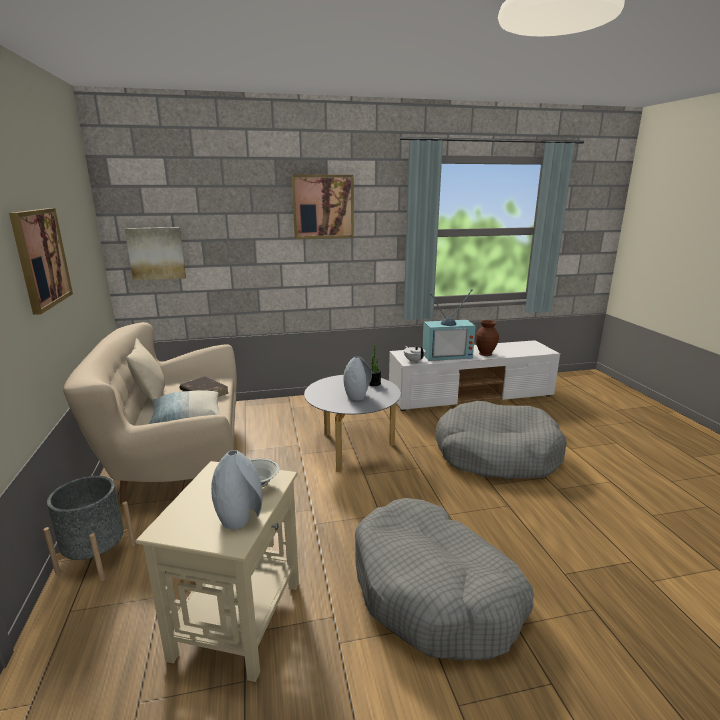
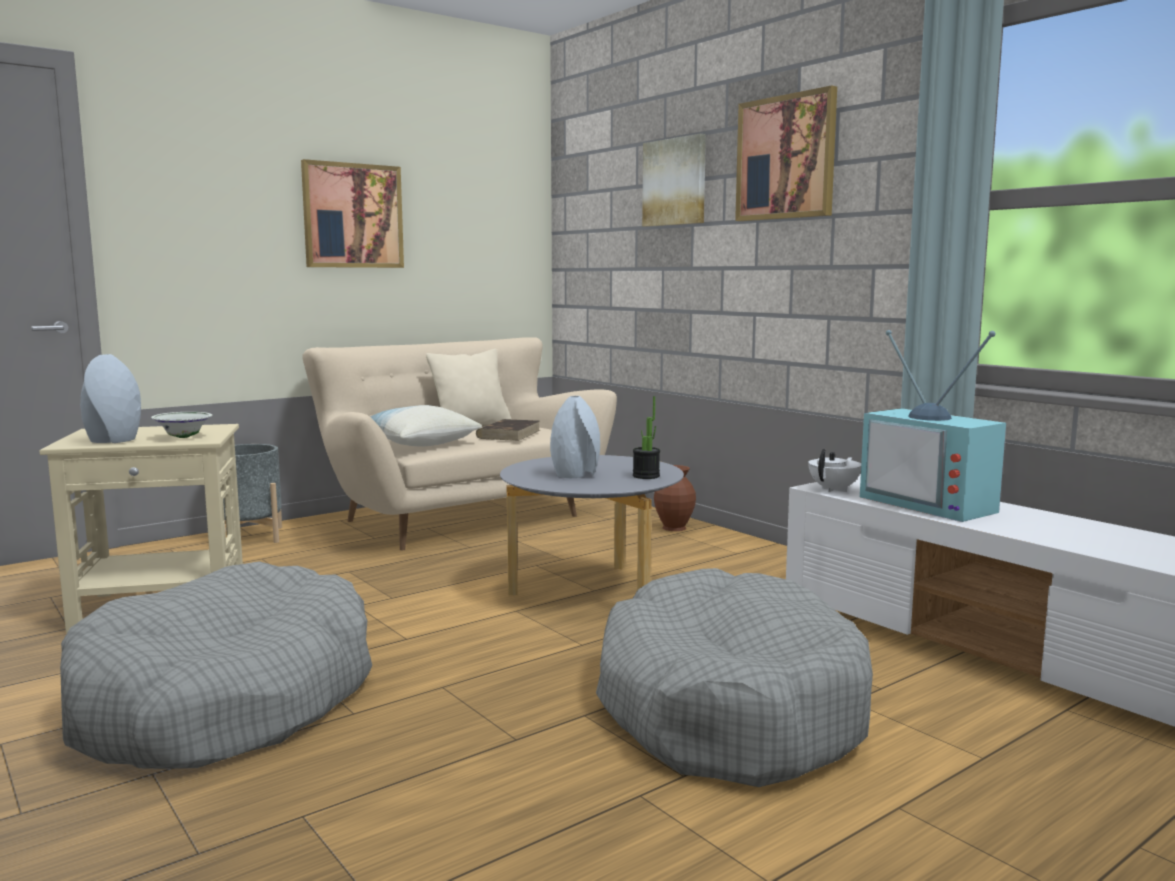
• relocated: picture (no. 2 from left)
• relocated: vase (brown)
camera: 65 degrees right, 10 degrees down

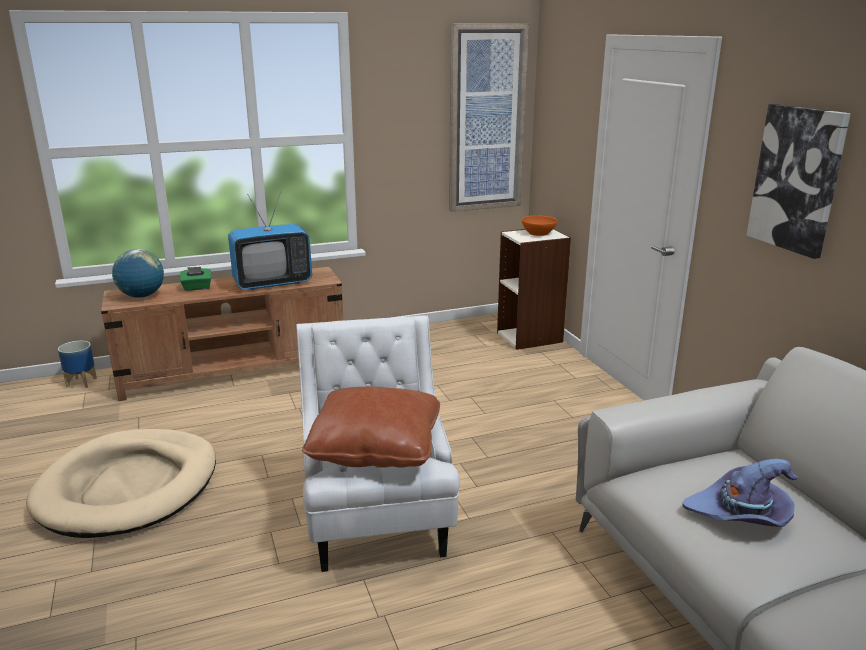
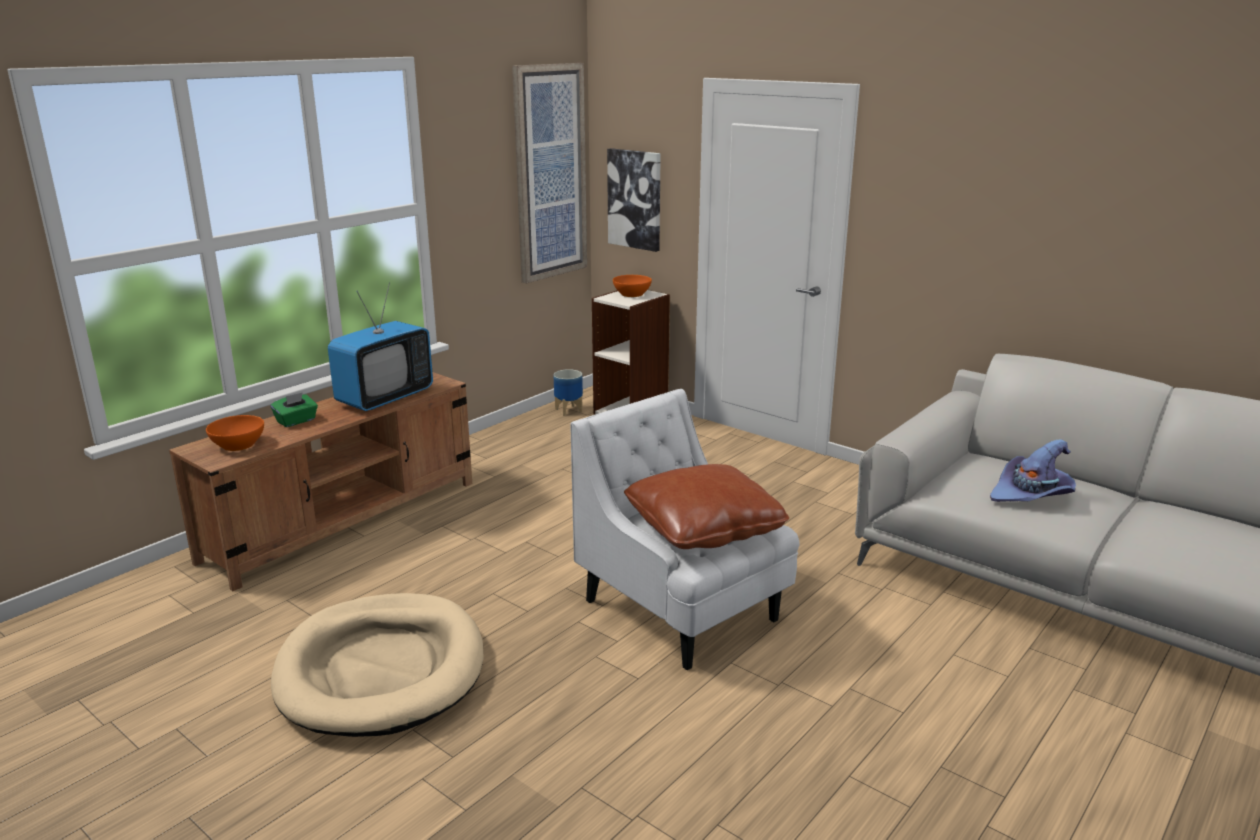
• relocated: planter
• relocated: picture (no. 2 from left)
• exchanged: globe to bowl (orange) (no. 1 from left)
camera: 30 degrees left, 0 degrees up

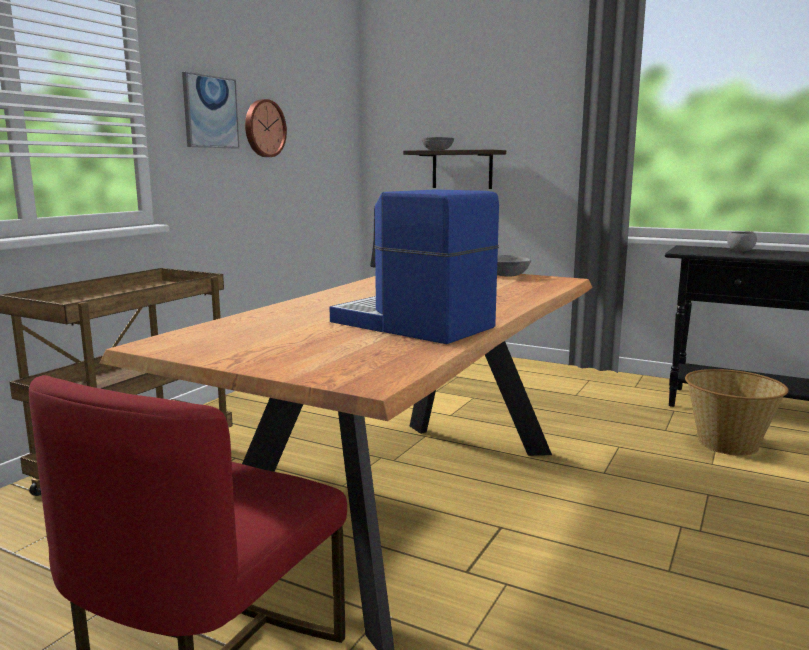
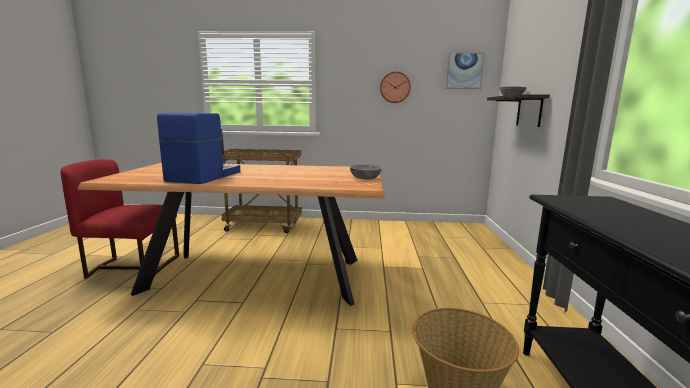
• missing: bowl (grey) (no. 3 from left)
• relocated: picture
camera: 65 degrees right, 0 degrees up

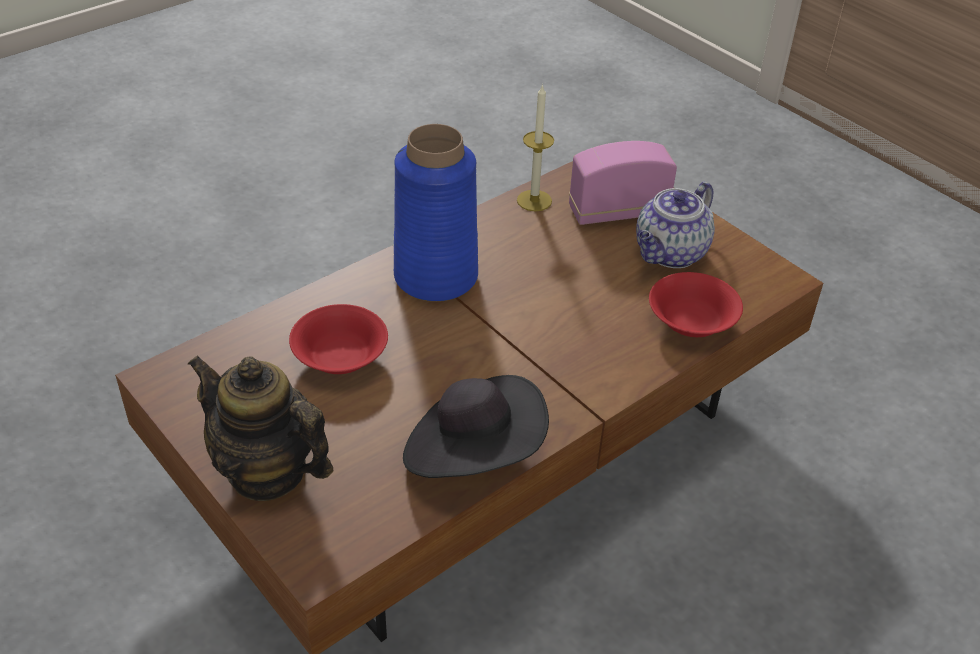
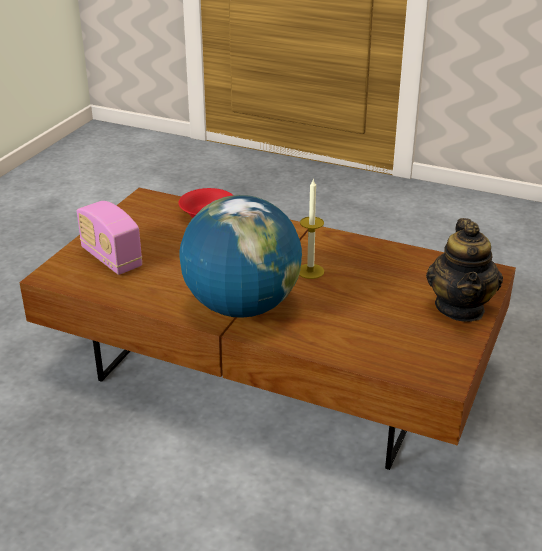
• missing: bowl (red) (no. 1 from left)
• missing: hat (black)
• missing: teapot (no. 2 from left)
• relocated: candle
• exchanged: vase (blue) to globe
camera: 115 degrees left, 10 degrees down

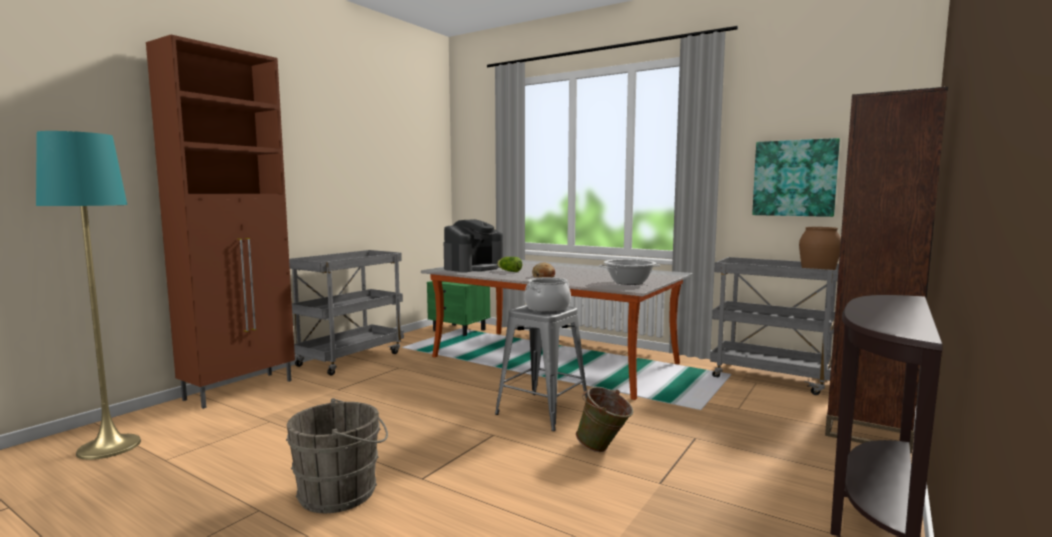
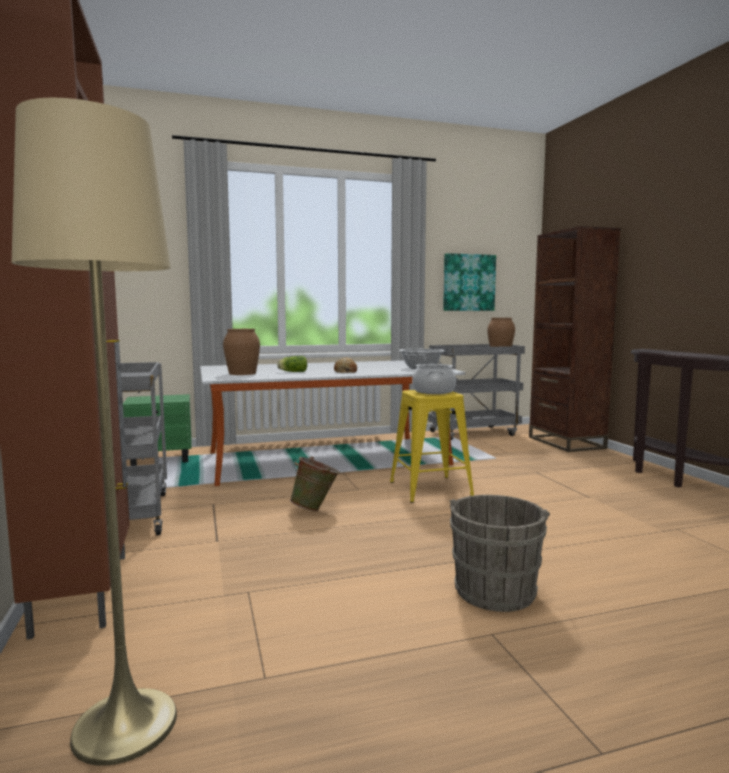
• relocated: bucket (green)
• exchanged: coffee machine to vase (brown) (no. 1 from left)
• colour: floor lamp (turquoise) to floor lamp (beige)
• colour: stool (grey) to stool (yellow)
camera: 50 degrees left, 0 degrees up

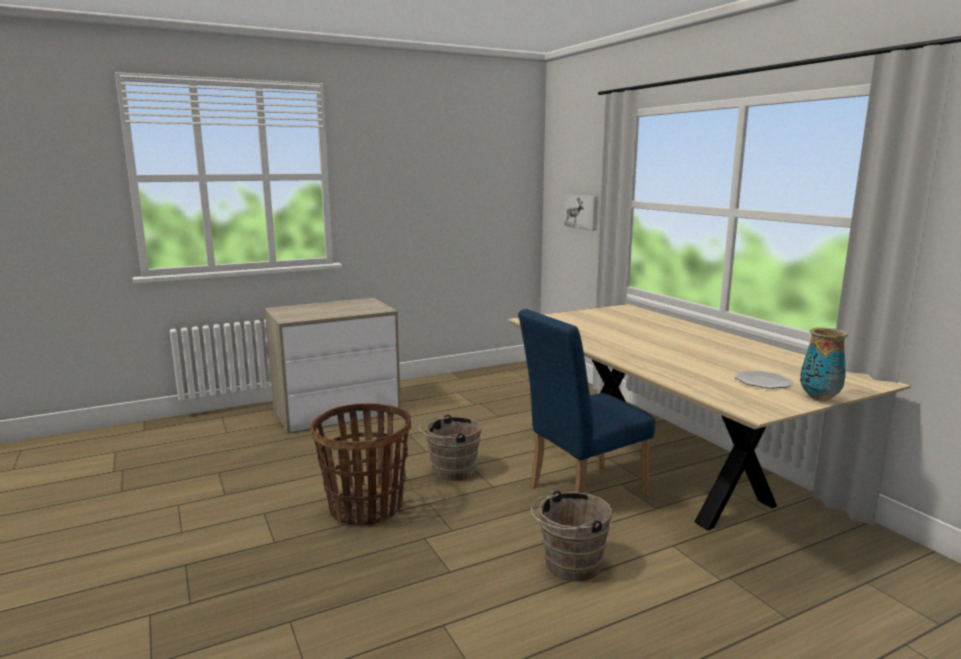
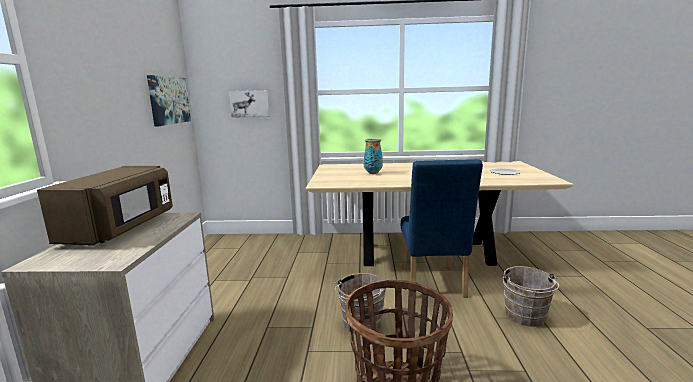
• appeared: microwave (brown)
• appeared: picture (no. 1 from left)
• relocated: vase
camera: 60 degrees left, 0 degrees up

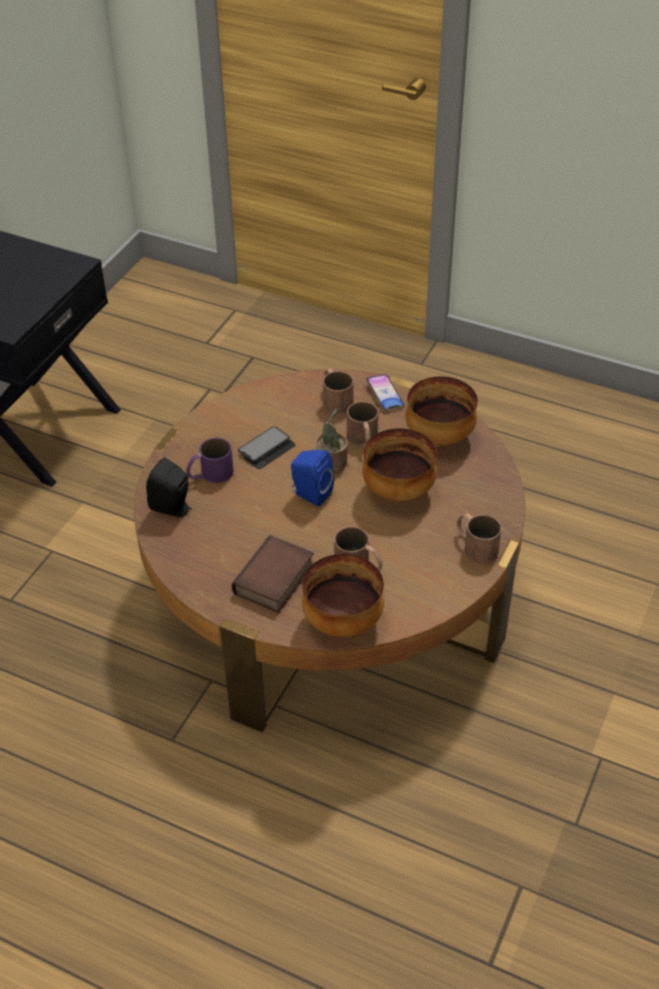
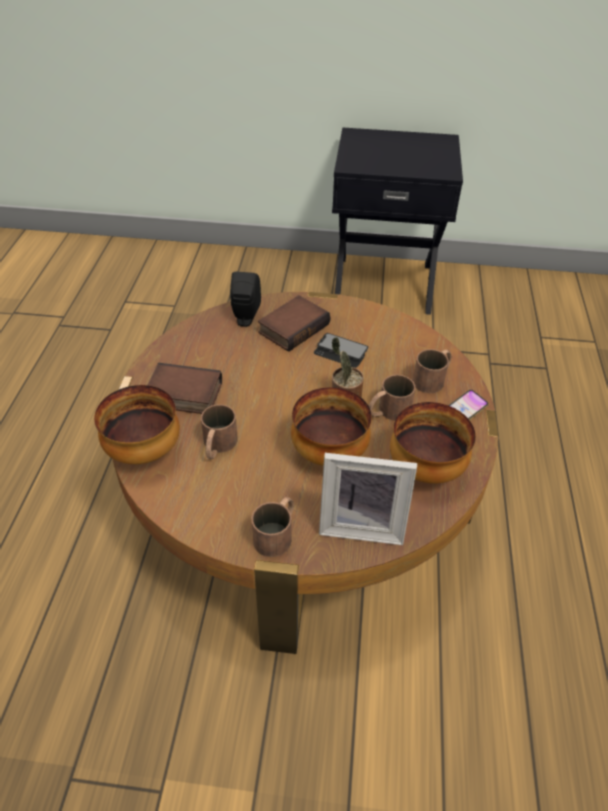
• missing: speaker (blue)
• appeared: picture frame
• exchanged: mug (purple) to book (no. 2 from left)
camera: 70 degrees right, 0 degrees up

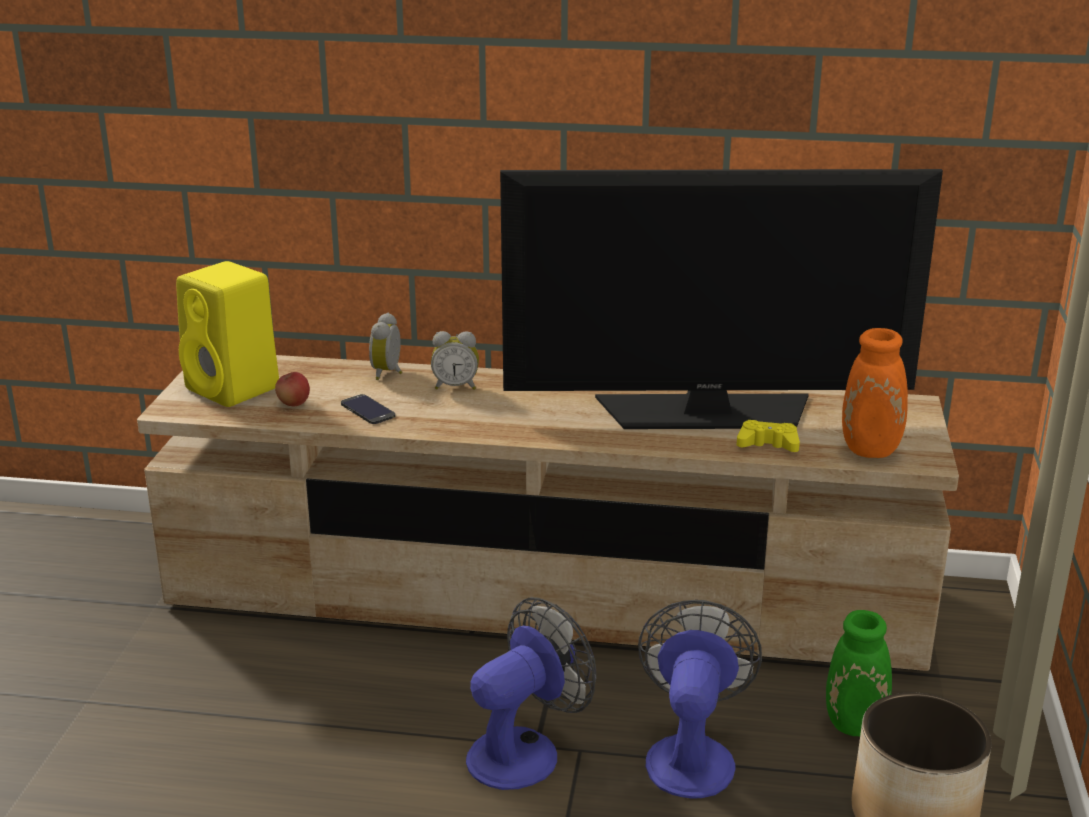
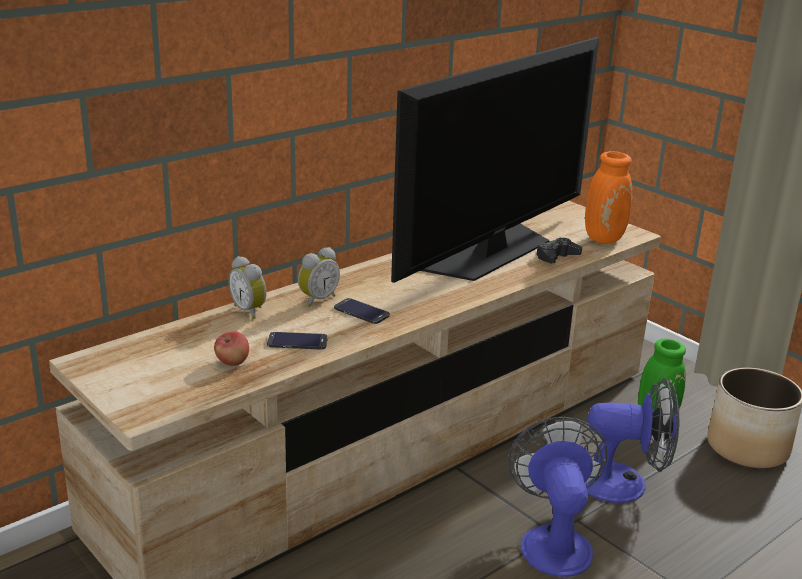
• missing: speaker (yellow)
• appeared: phone (no. 2 from left)
• colour: game controller (yellow) to game controller (black)
• spun: fan (no. 2 from left) 135 degrees clockwise
camera: 50 degrees left, 0 degrees up

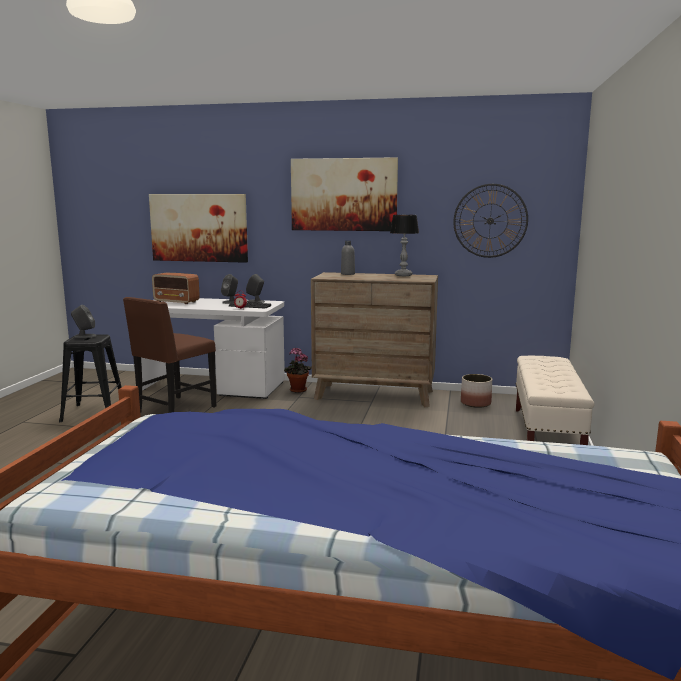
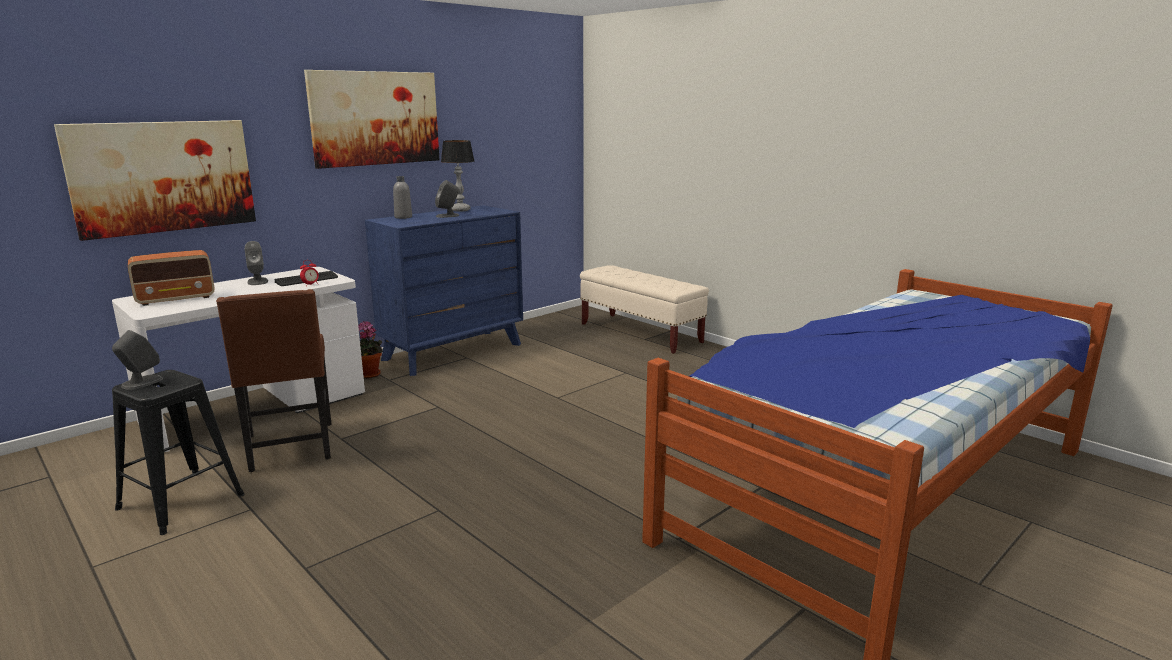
• missing: wall clock
• missing: planter
• relocated: speaker (grey) (no. 3 from left)
• colour: dresser (brown) to dresser (blue)
camera: 55 degrees left, 5 degrees up

